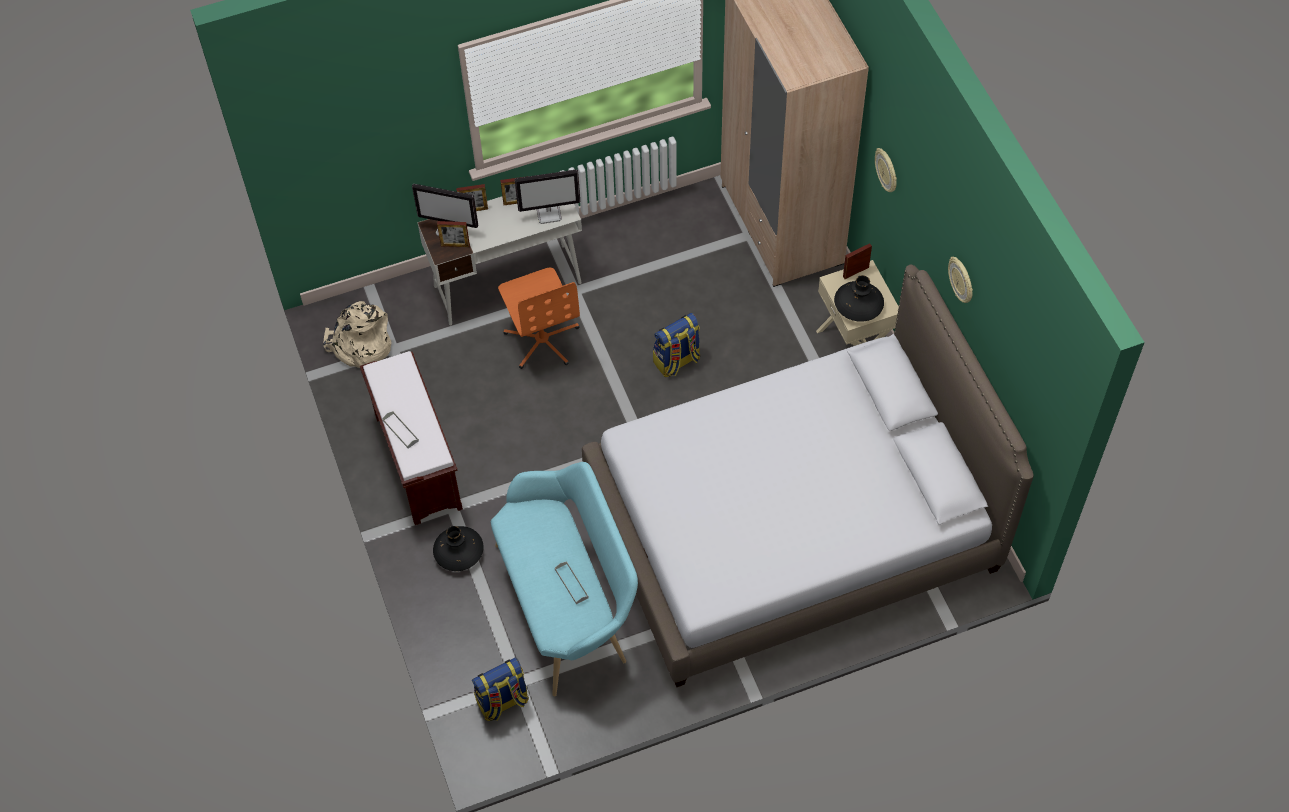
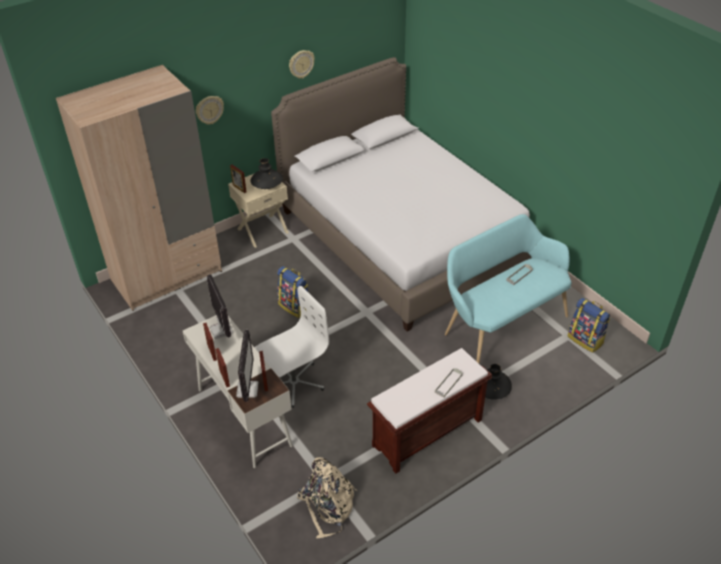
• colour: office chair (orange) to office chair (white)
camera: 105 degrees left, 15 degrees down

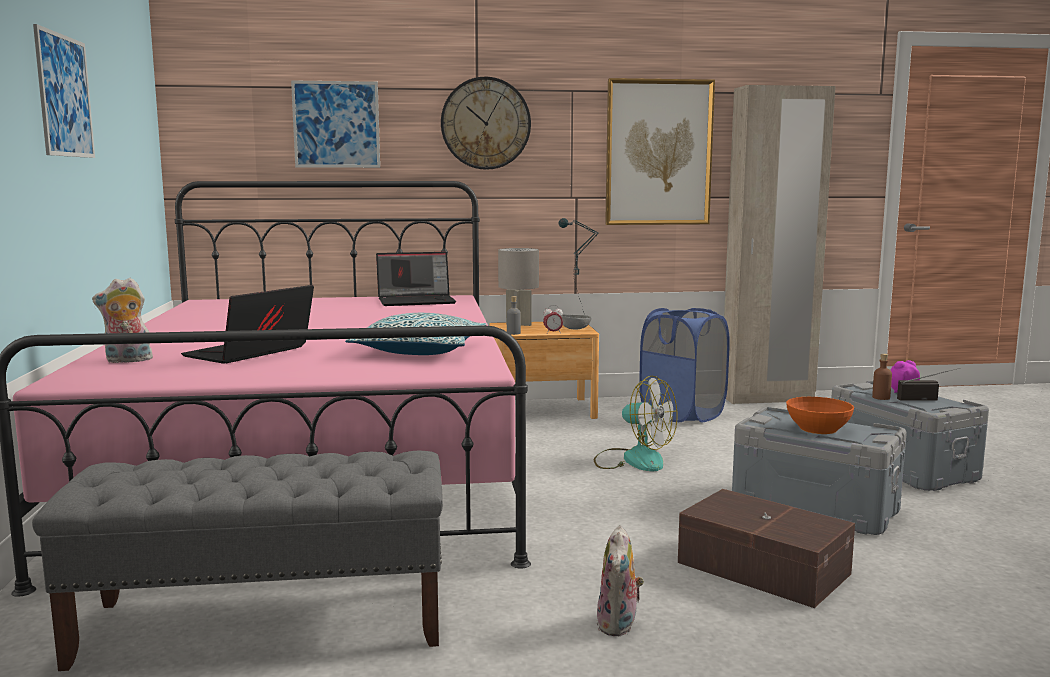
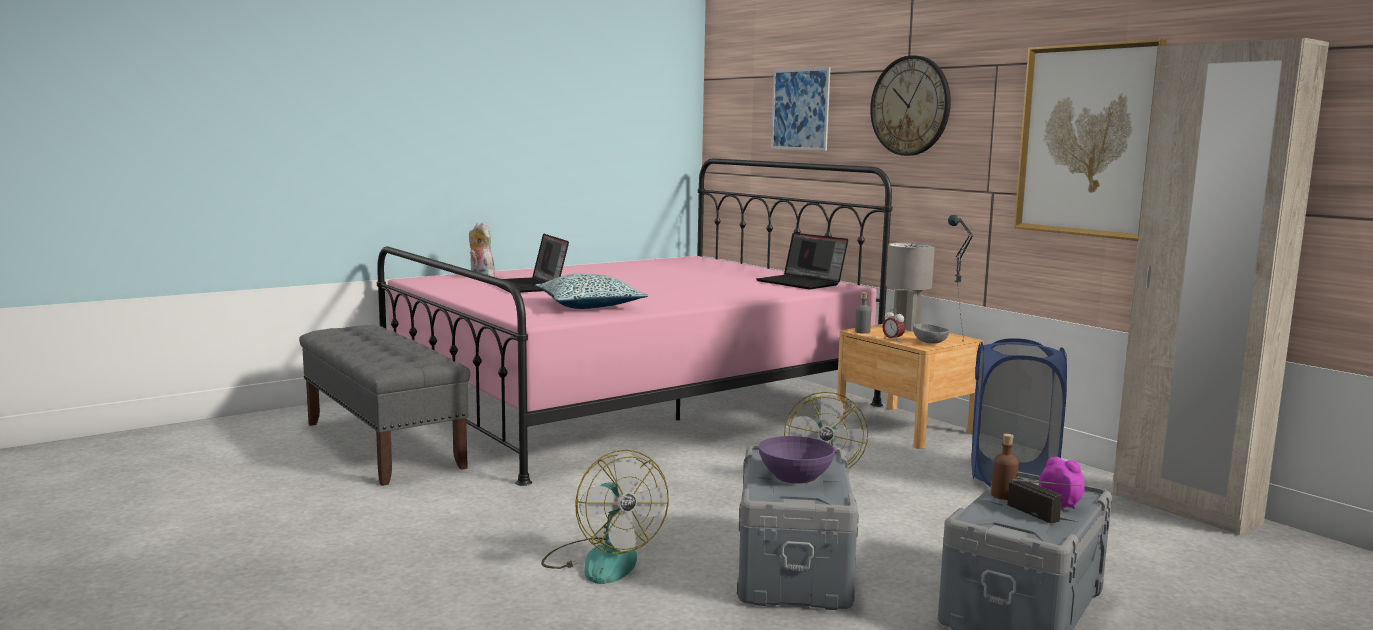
• missing: picture (no. 1 from left)
• missing: plush toy (no. 2 from left)
• exchanged: storage box (brown) to fan (no. 1 from left)
• colour: bowl (orange) to bowl (purple)
• spun: laptop (no. 1 from left) 120 degrees counterclockwise
camera: 60 degrees right, 0 degrees up

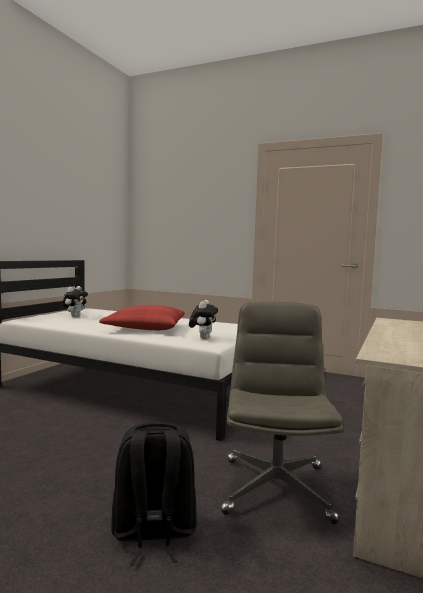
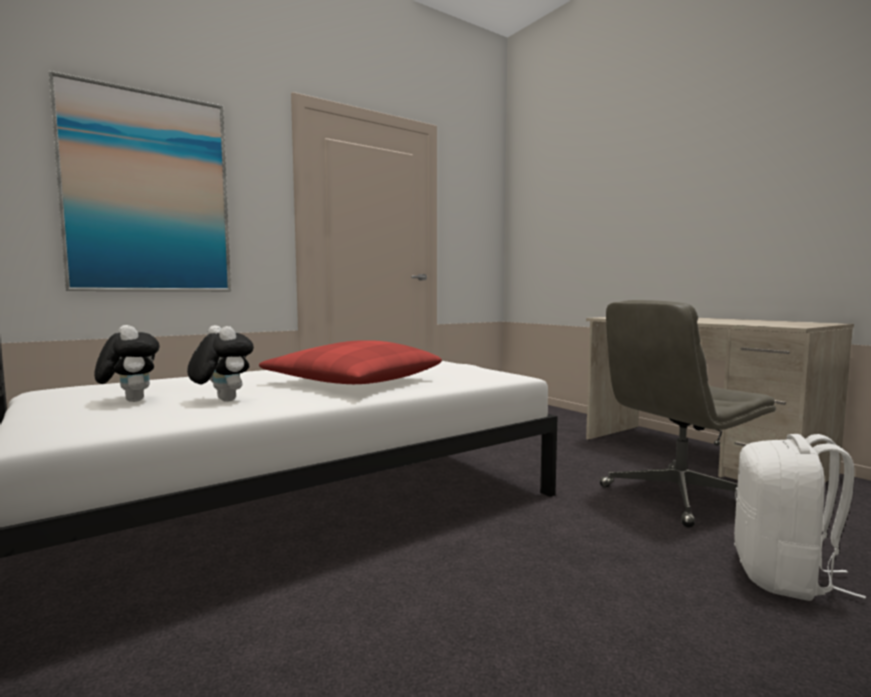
• appeared: picture
• relocated: plush toy (no. 2 from left)
• colour: backpack (black) to backpack (white)
• spun: office chair (grey) 60 degrees counterclockwise
camera: 60 degrees left, 0 degrees up

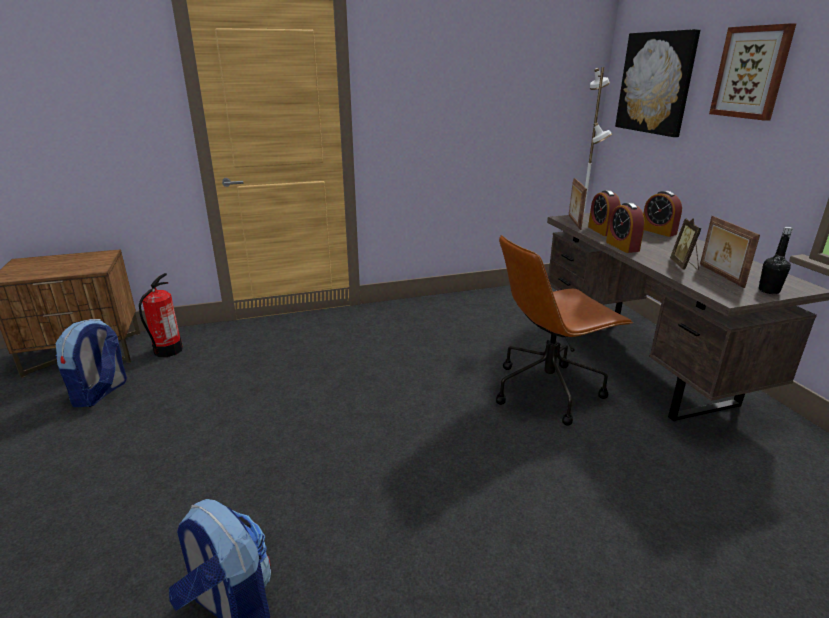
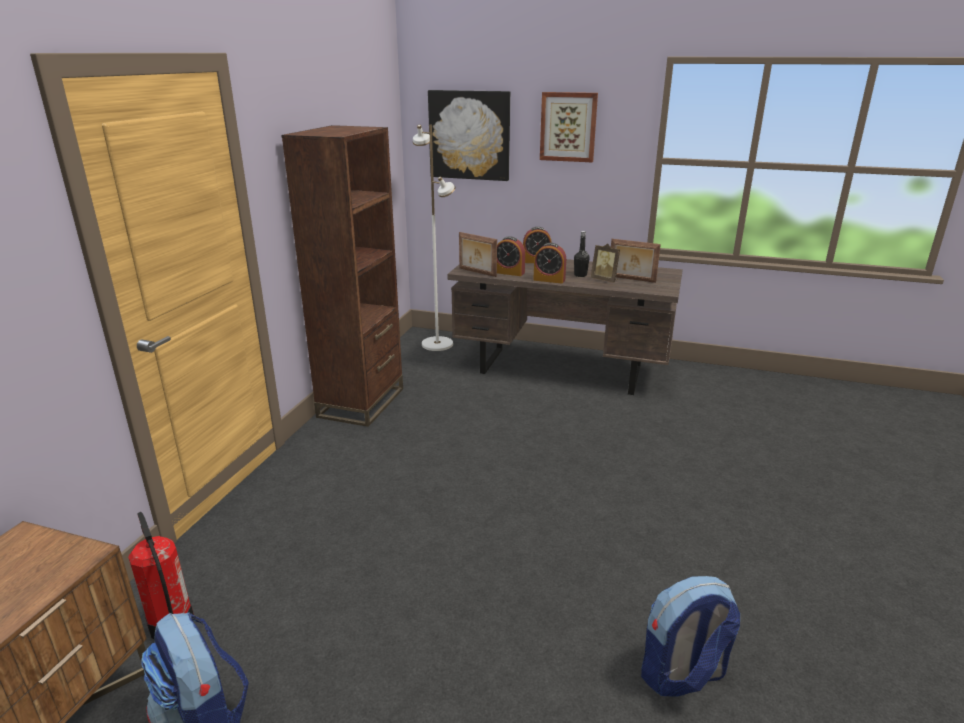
• missing: office chair (brown)
• appeared: bookcase (brown)
• relocated: bottle (black)
camera: 55 degrees left, 0 degrees up

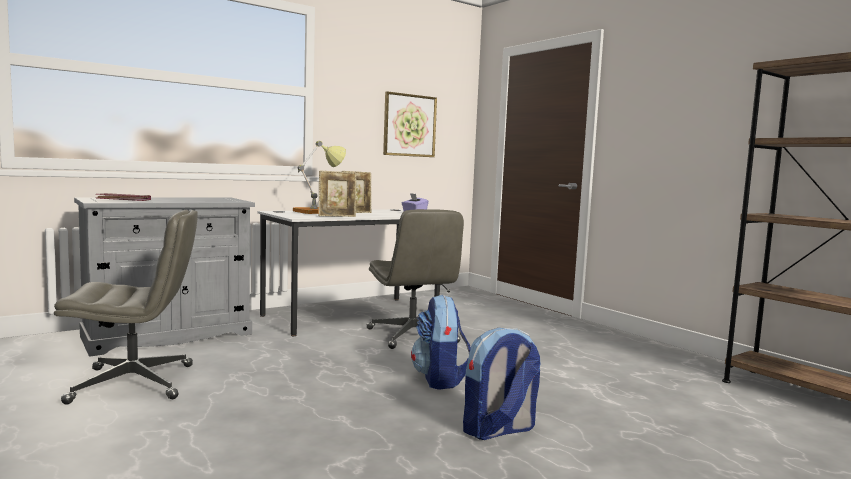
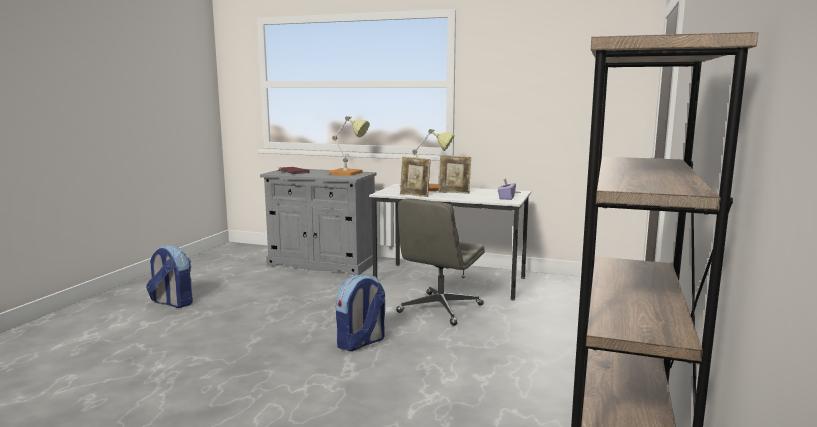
• missing: office chair (grey) (no. 1 from left)
• missing: picture
• appeared: table lamp (no. 1 from left)
• relocated: backpack (no. 2 from left in the first image) to backpack (no. 1 from left)
camera: 55 degrees right, 5 degrees up

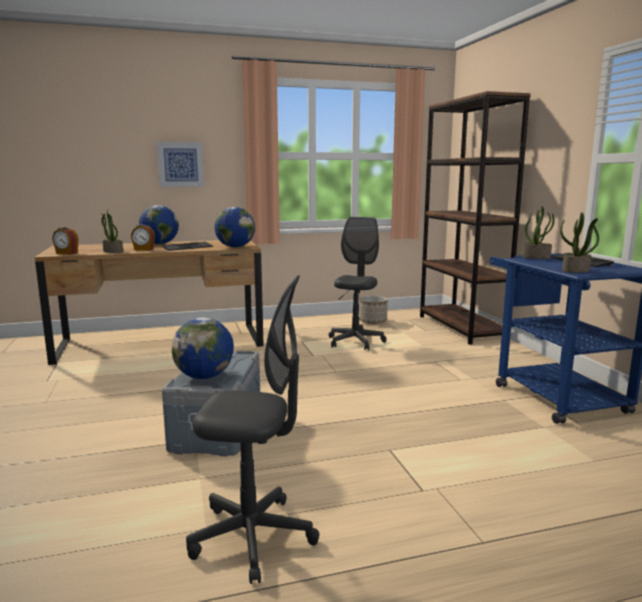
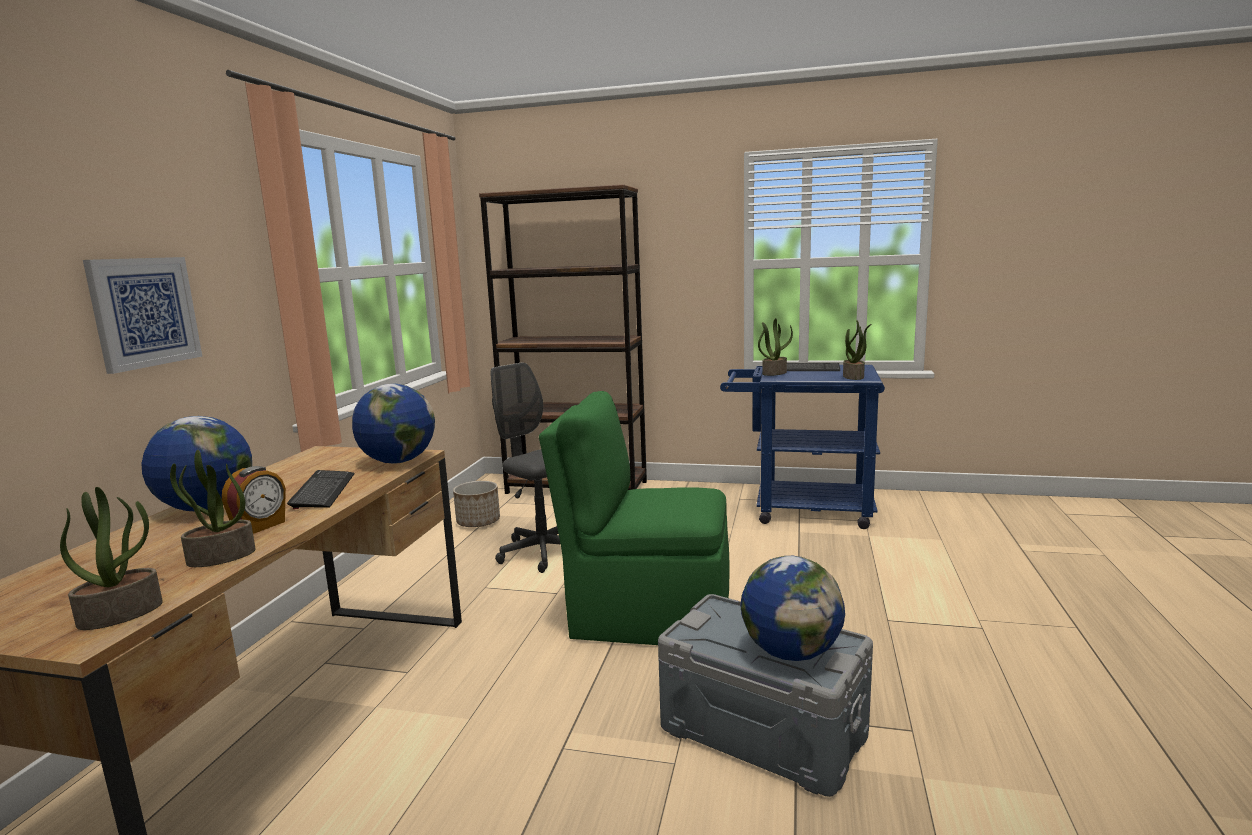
• missing: office chair (grey) (no. 1 from left)
• appeared: chair (green)
• exchanged: alarm clock (no. 1 from left) to potted plant (no. 1 from left)
camera: 60 degrees left, 0 degrees up

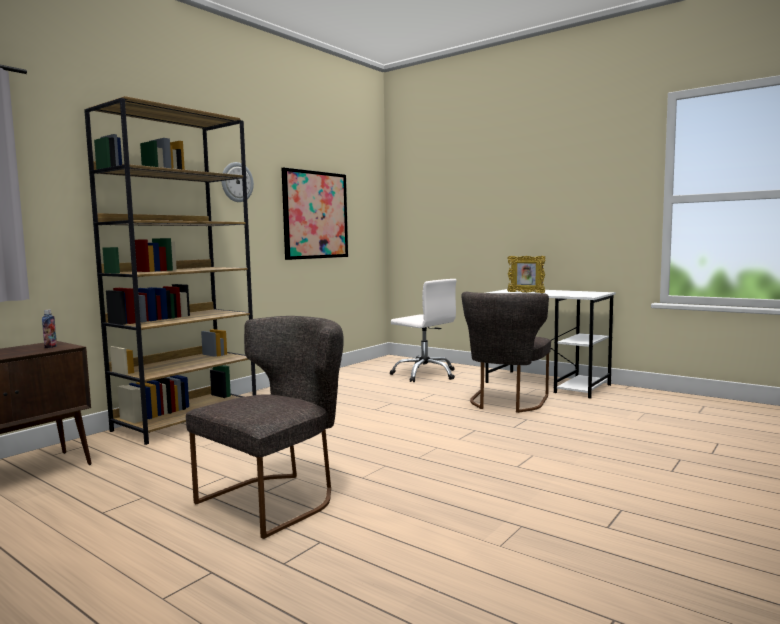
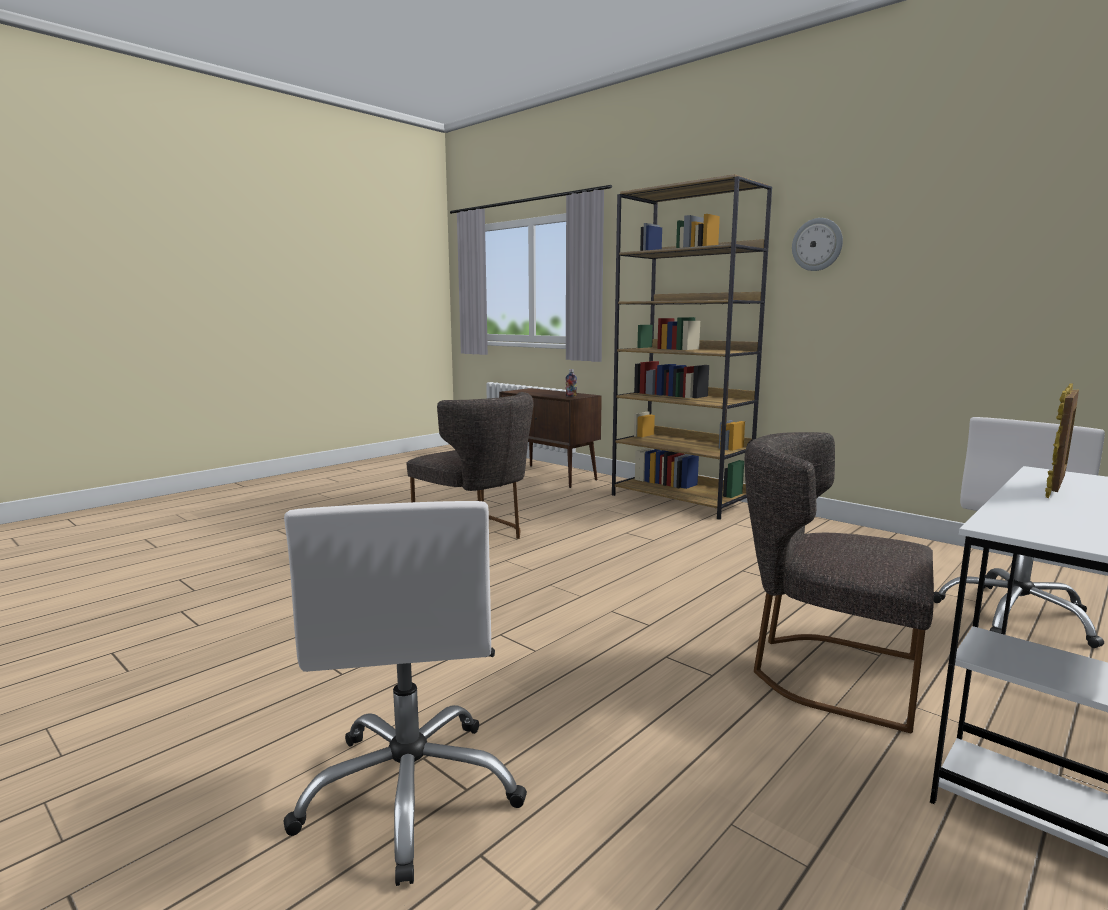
• missing: picture
• appeared: office chair (white) (no. 1 from left)
camera: 95 degrees right, 5 degrees up

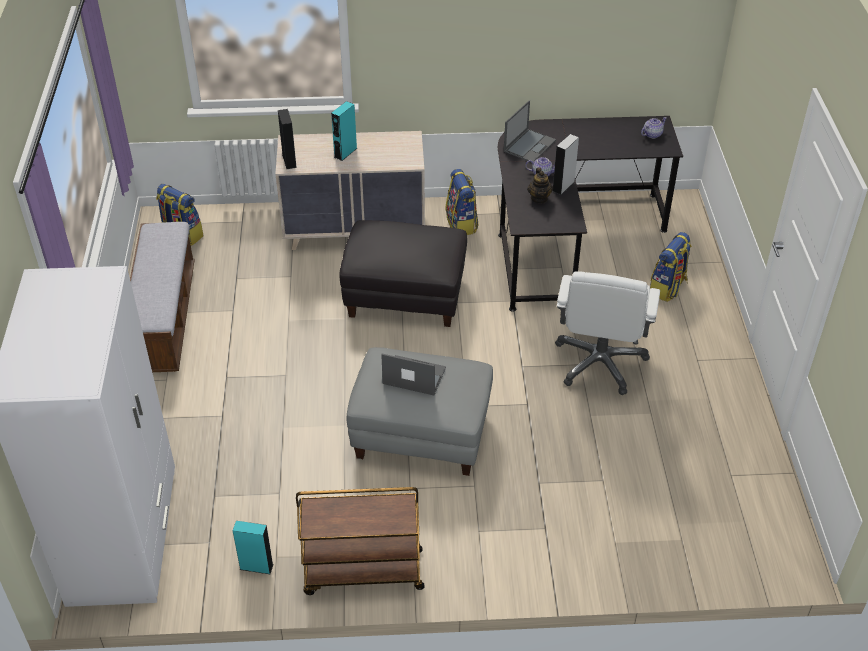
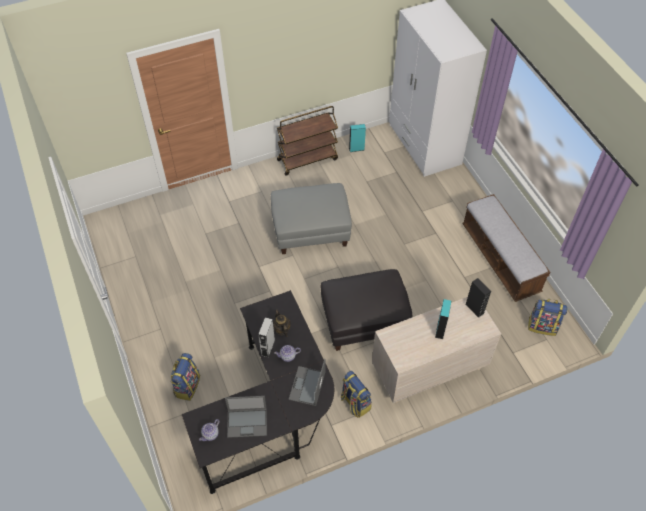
• missing: office chair (white)
• relocated: laptop (no. 1 from left)
camera: 160 degrees right, 10 degrees up

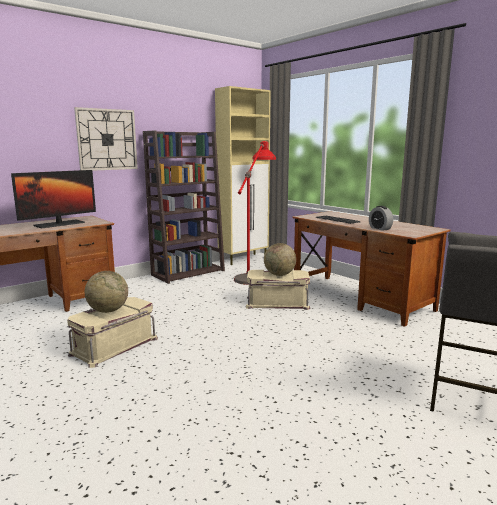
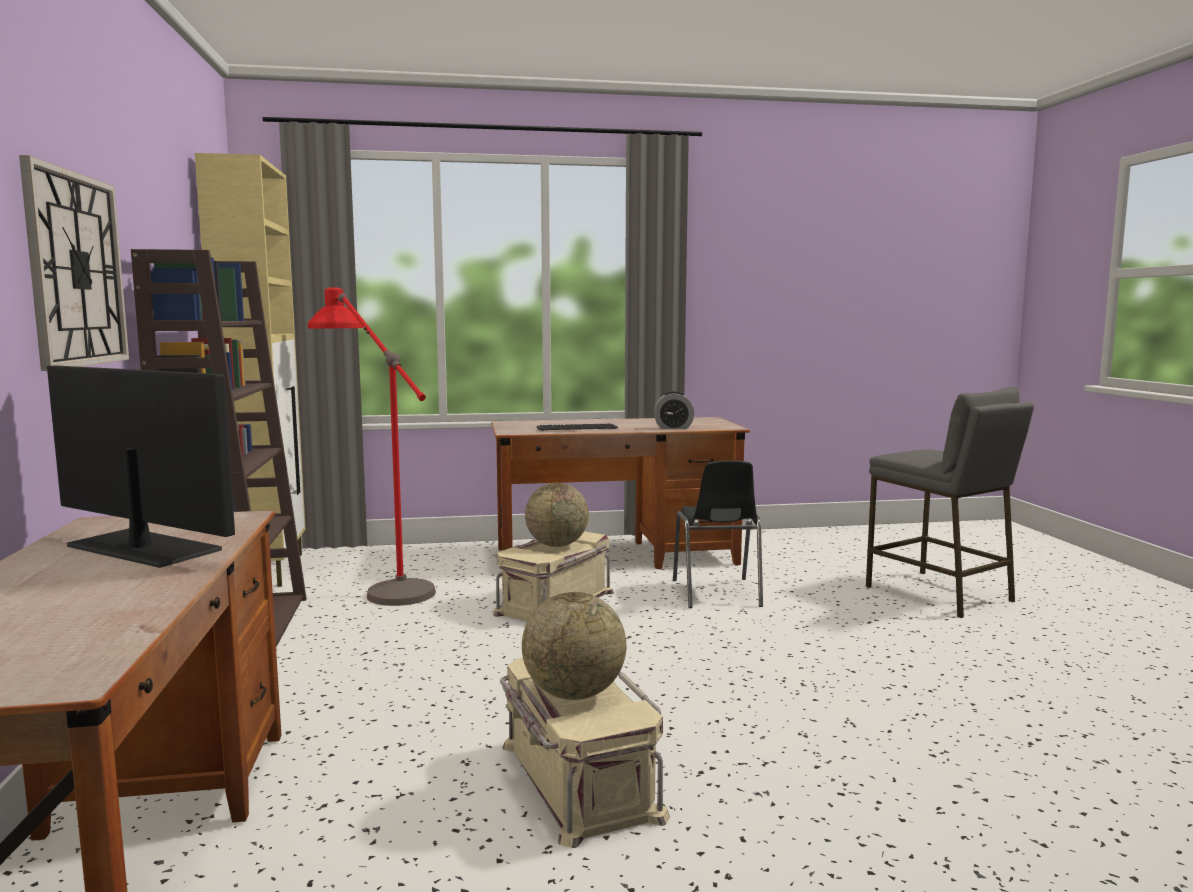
• appeared: chair (black)
• spun: monitor 45 degrees counterclockwise
camera: 60 degrees left, 5 degrees down

